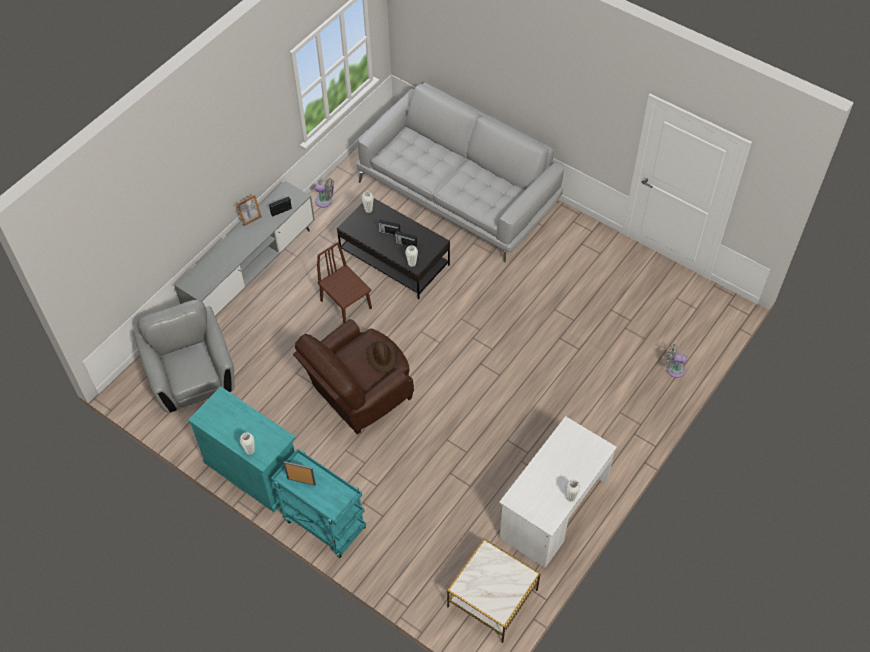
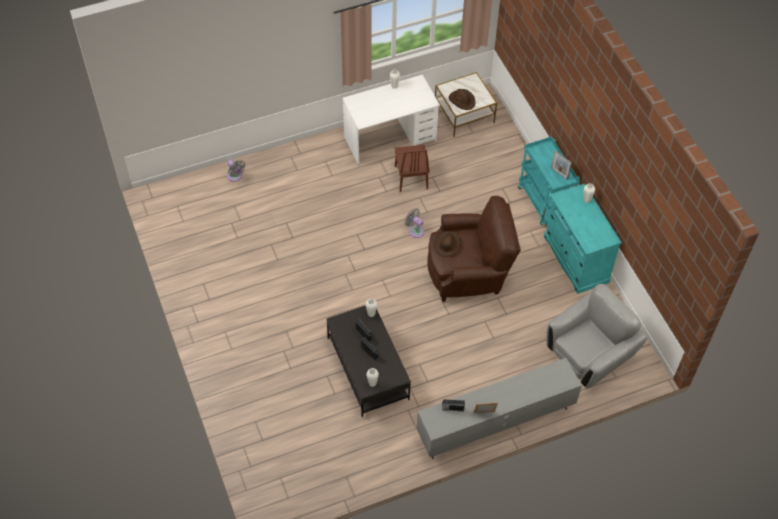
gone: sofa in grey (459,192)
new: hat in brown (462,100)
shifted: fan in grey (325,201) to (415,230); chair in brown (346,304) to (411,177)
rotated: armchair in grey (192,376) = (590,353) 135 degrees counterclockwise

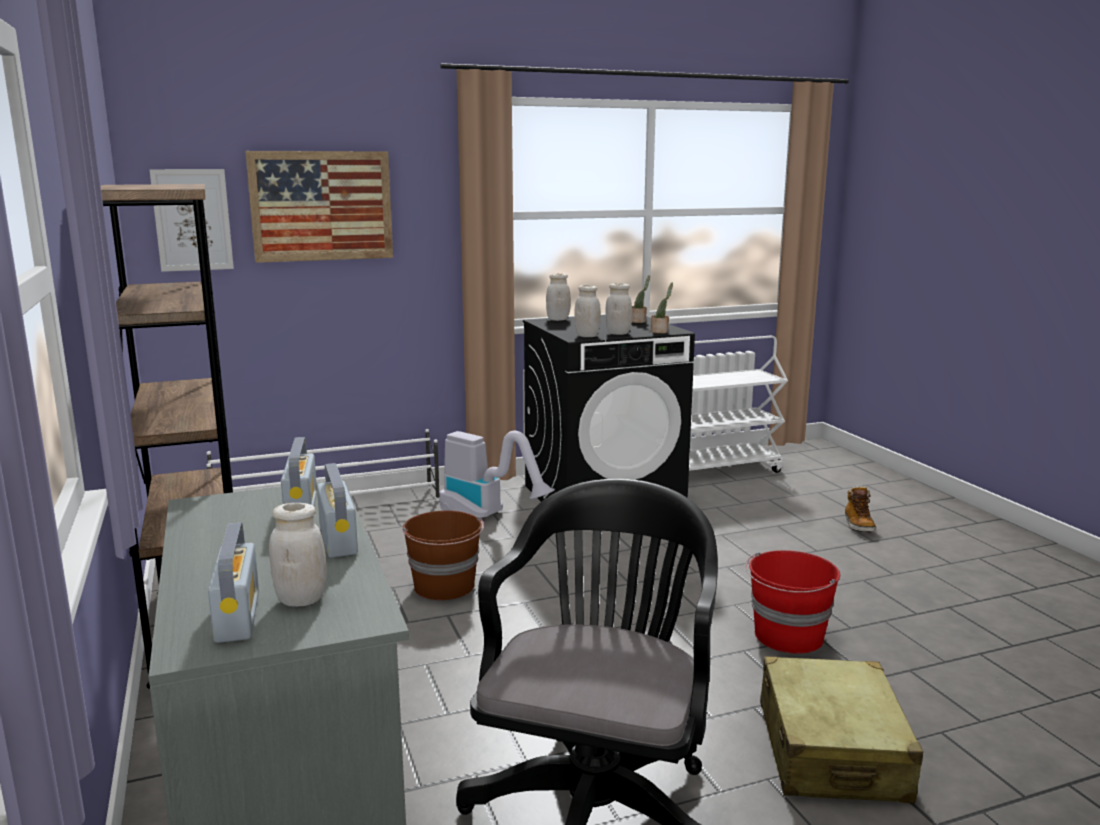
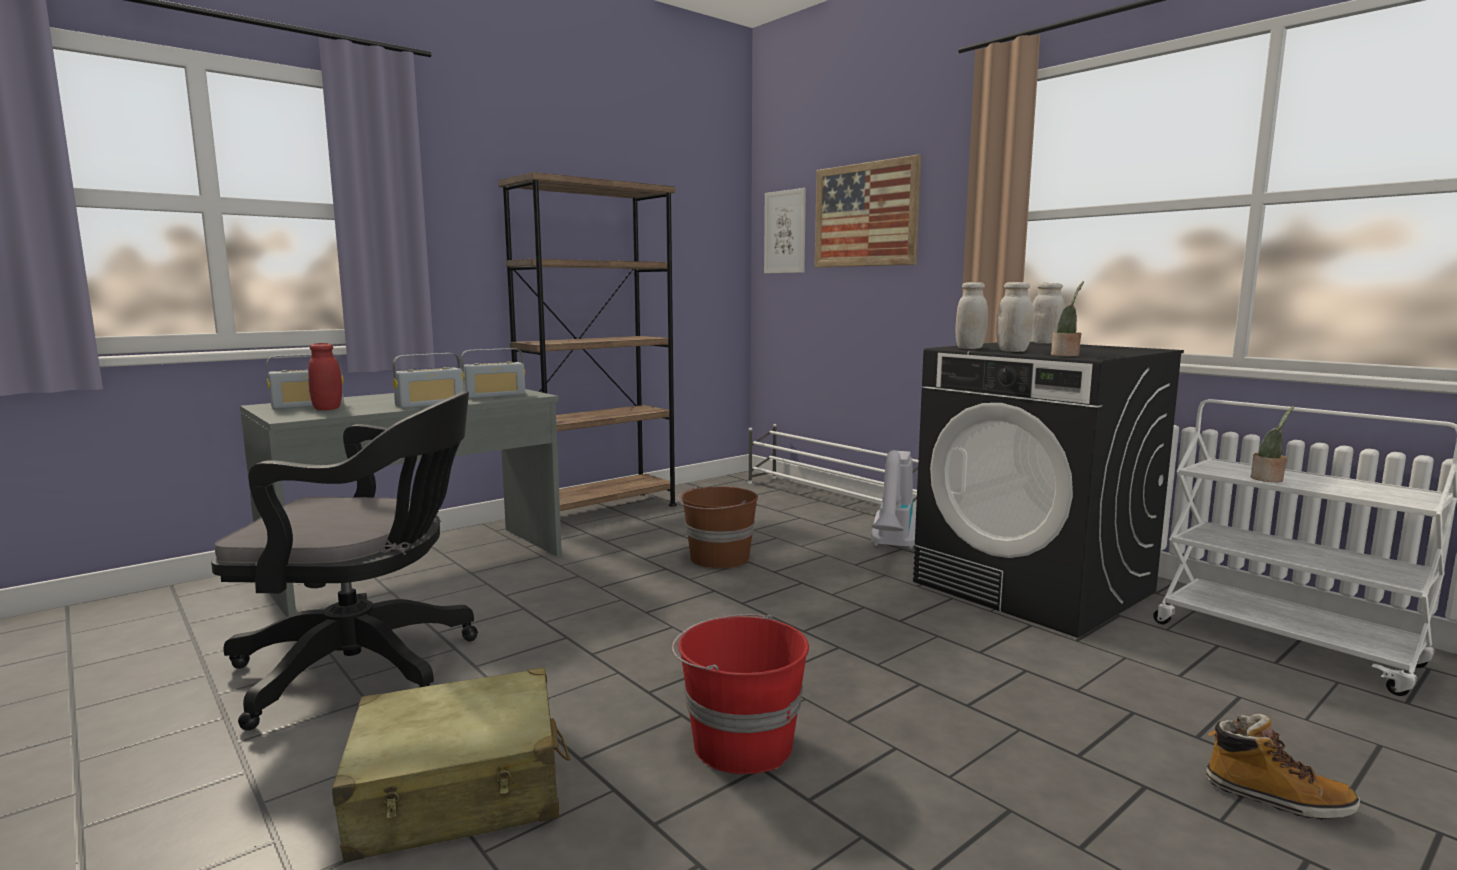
shifted: potted plant (639,321) to (1268,479)
repainted: jar in white (301,599) to jar in red (327,409)
rotated: boot (858,525) = (1276,799) 135 degrees counterclockwise

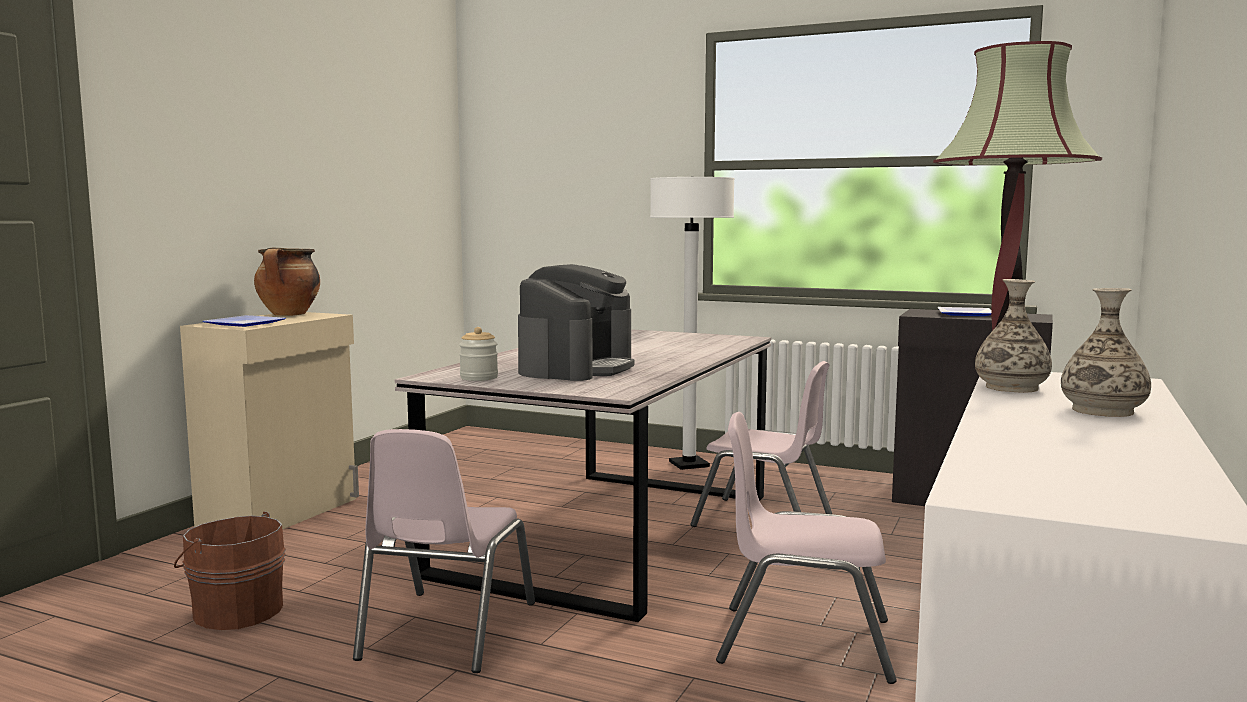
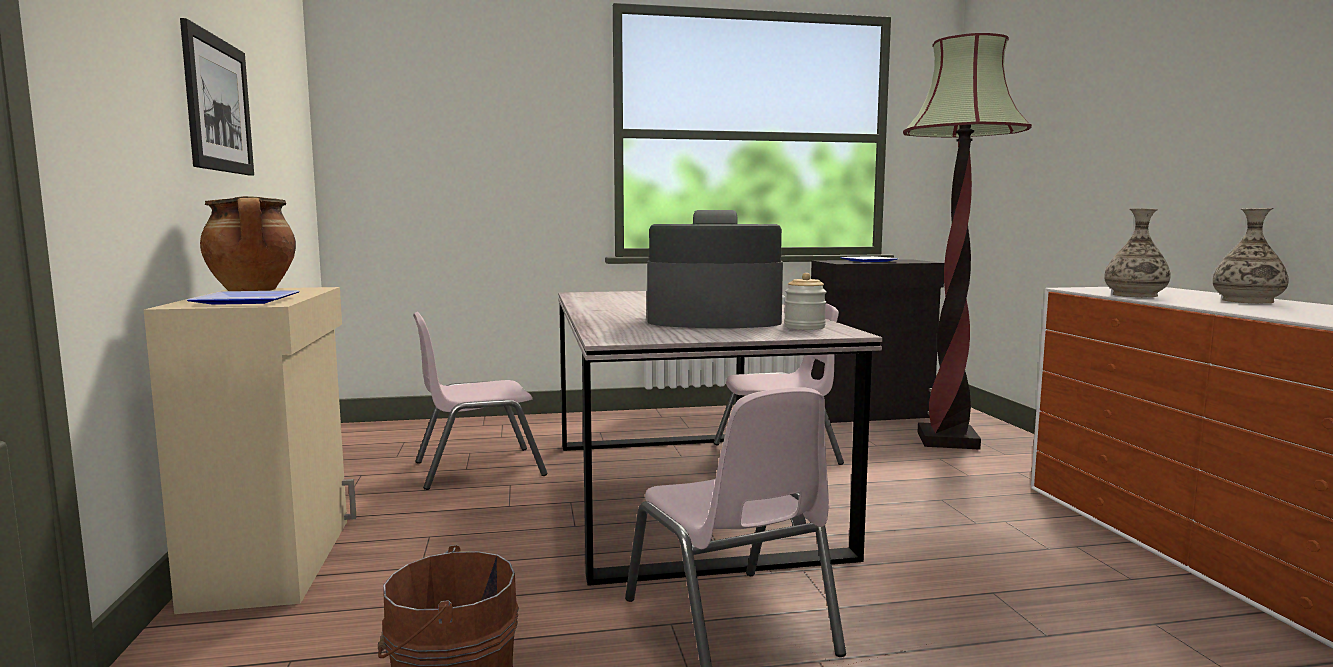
gone: floor lamp in white (689,465)
new: picture (218,105)
shifted: jar (479,378) to (804,327); chair in pink (804,642) to (478,468)
rotated: coffee machine (577,368) = (713,320) 75 degrees counterclockwise

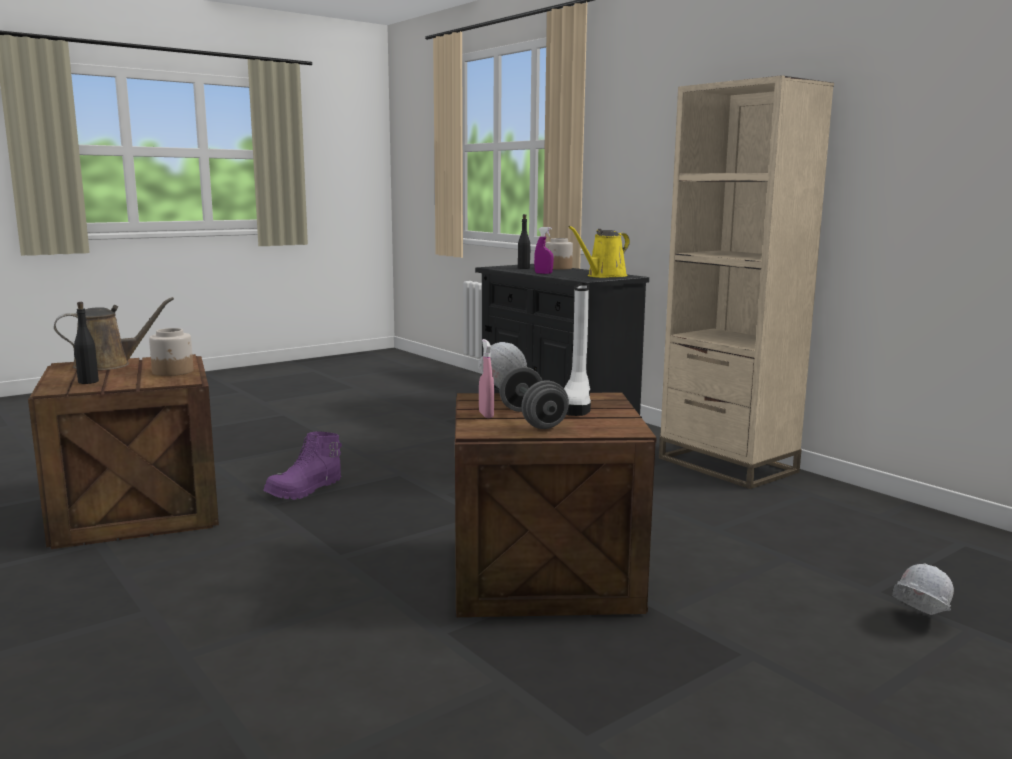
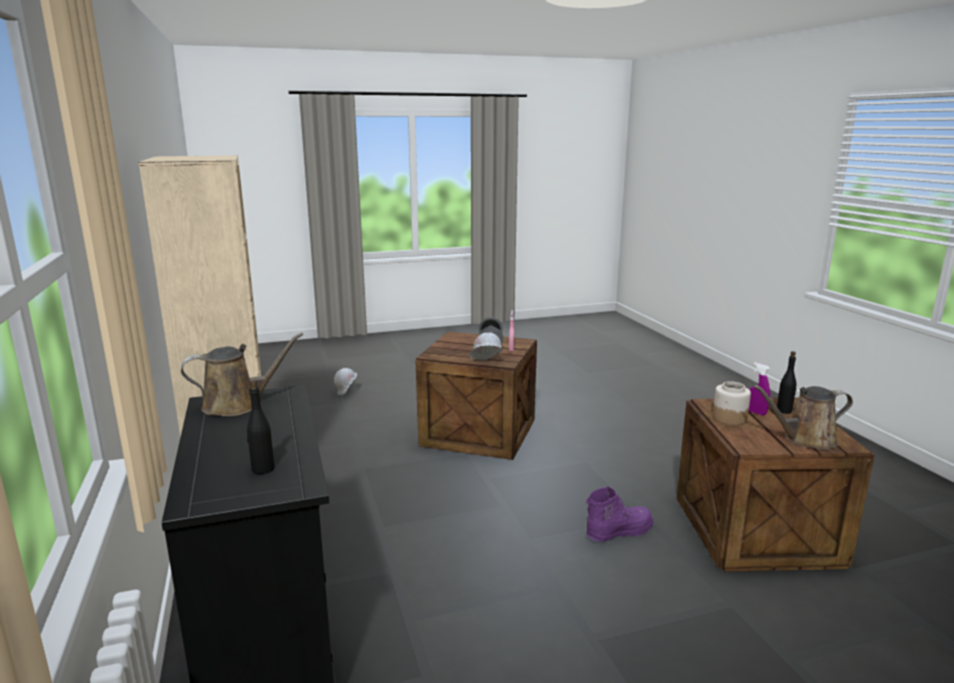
gone: jar (558,268); boot in white (577,405)
shifted: spray bottle in purple (543,273) to (755,412)
repainted: watering can in yellow (604,276) to watering can in brown (237,405)

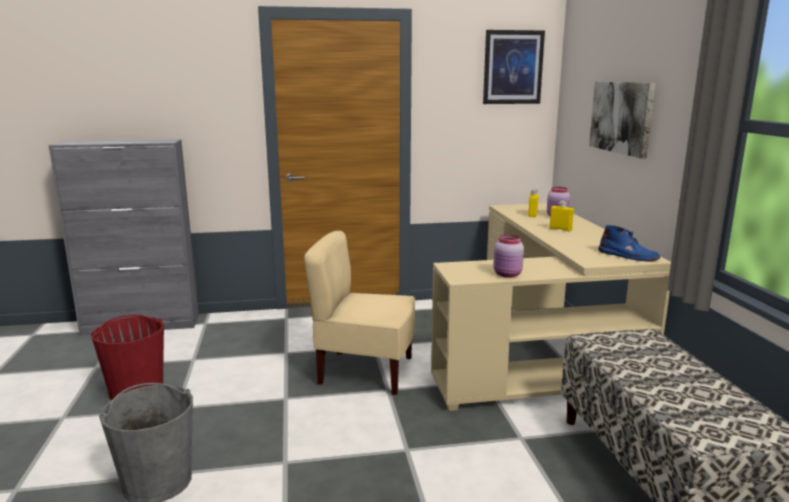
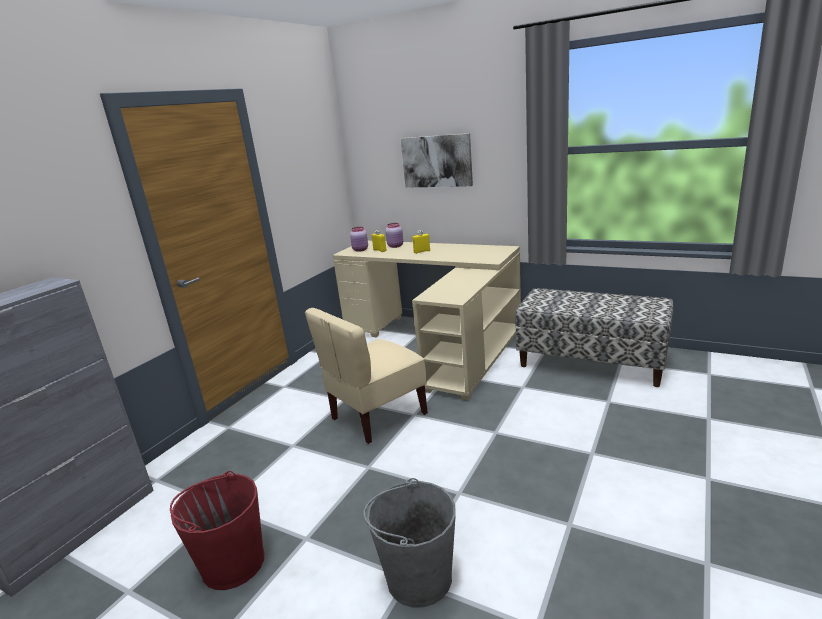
gone: picture (513,67); boot in blue (628,256)
shifted: jar in pink (507,275) to (361,250)

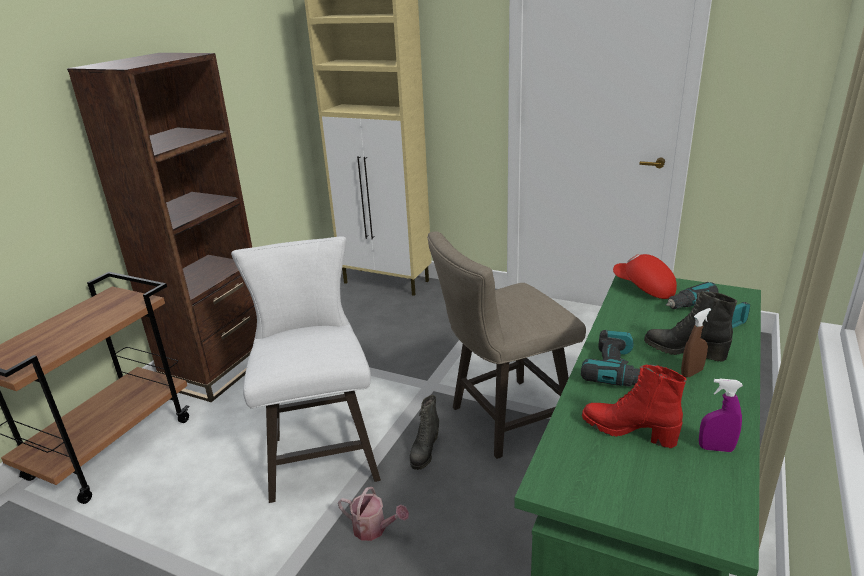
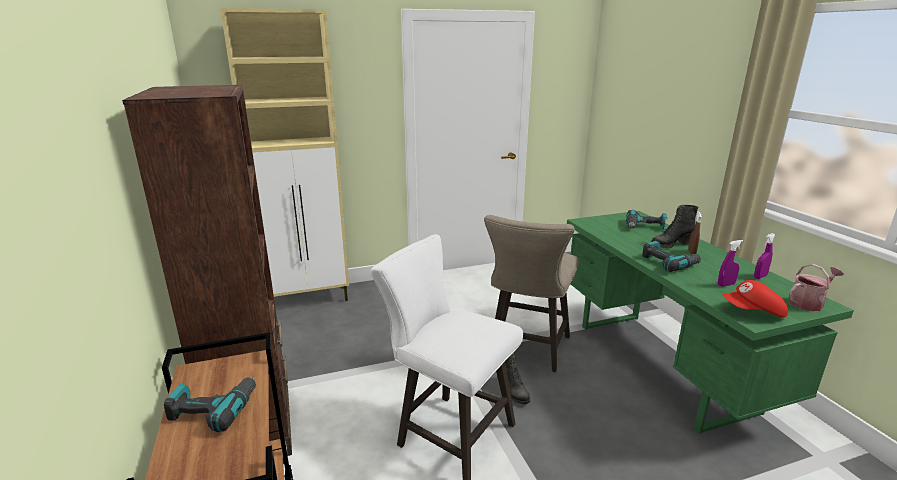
new: power drill (214,409)
shifted: watering can (374,529) to (808,303); cap in red (643,288) to (753,312)
swapped: boot in red (628,431) to spray bottle in purple (726,285)

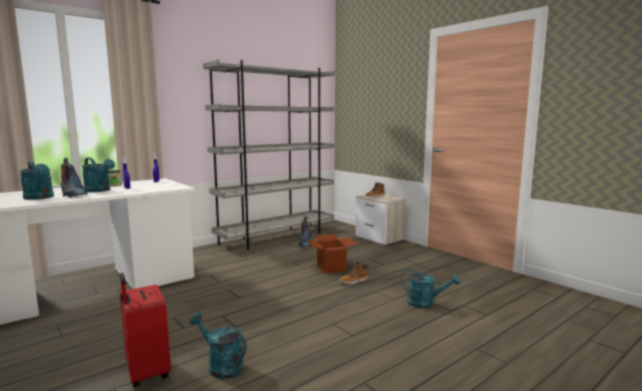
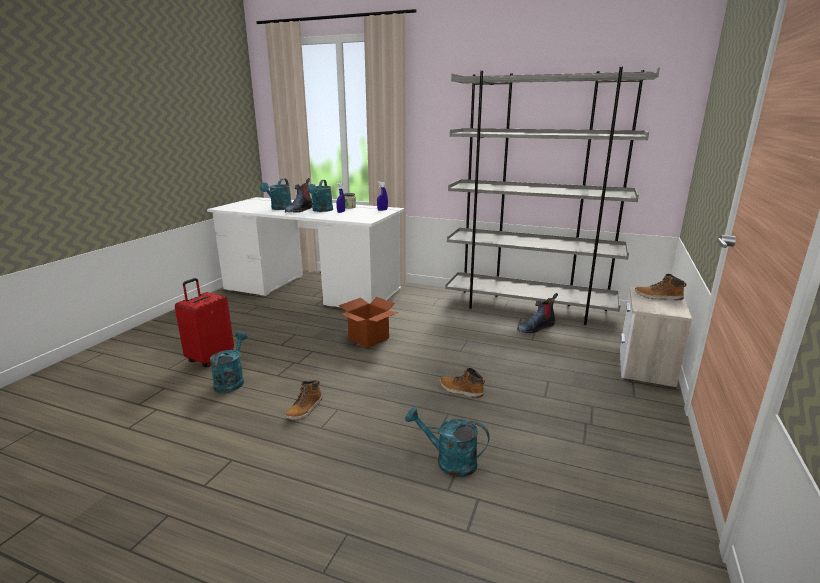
new: boot (305,409)
shifted: cardboard box (331,268) to (369,339)
rotated: watering can in turquoise (425,303) = (449,461) 120 degrees clockwise

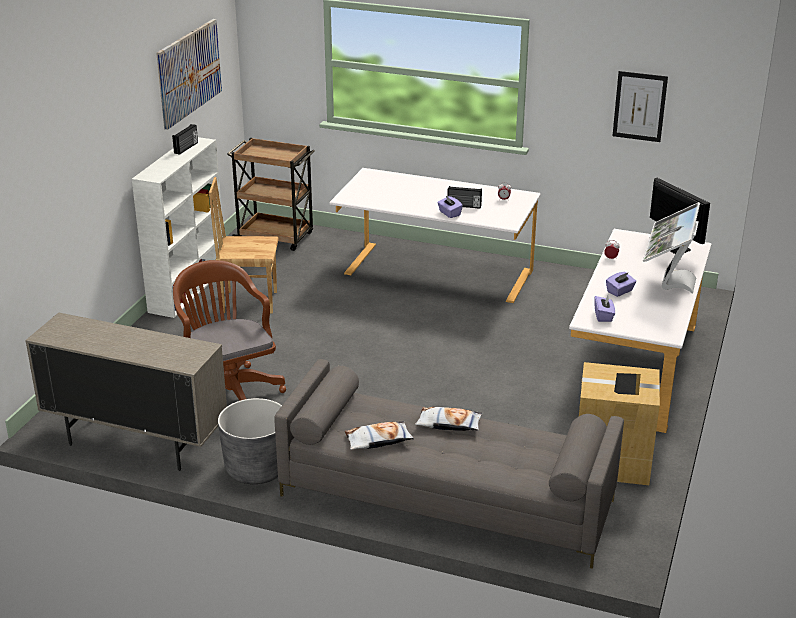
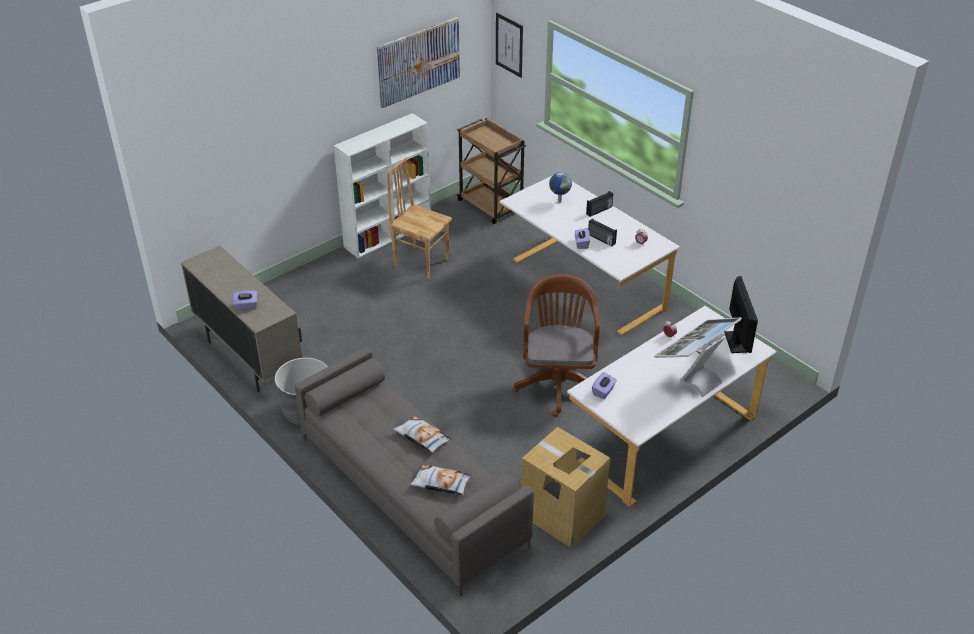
new: globe (559,201)
shifted: radio (186,148) to (599,211); office chair in brown (228,392) to (558,381); pillow (378,440) to (441,483); tissue box in purple (620,291) to (246,306); picture (639,106) to (509,45)

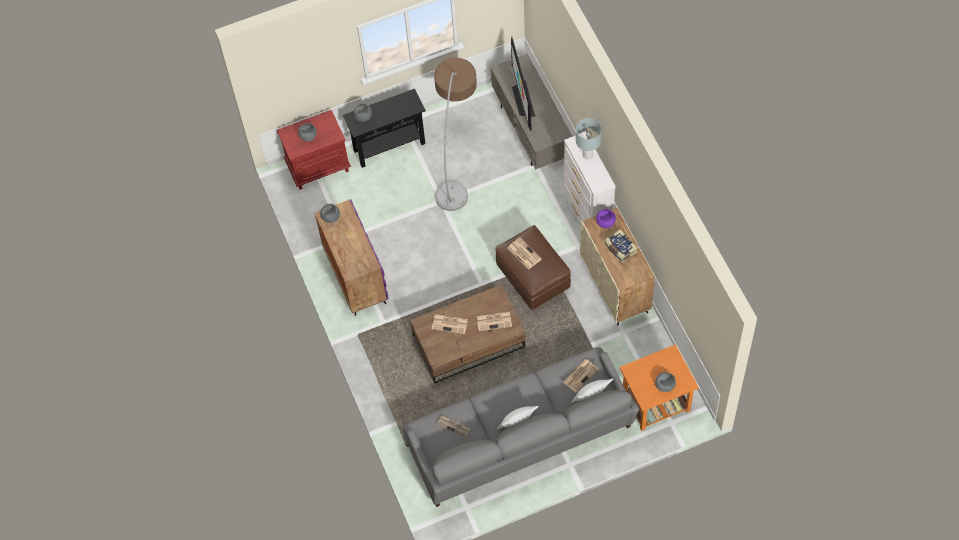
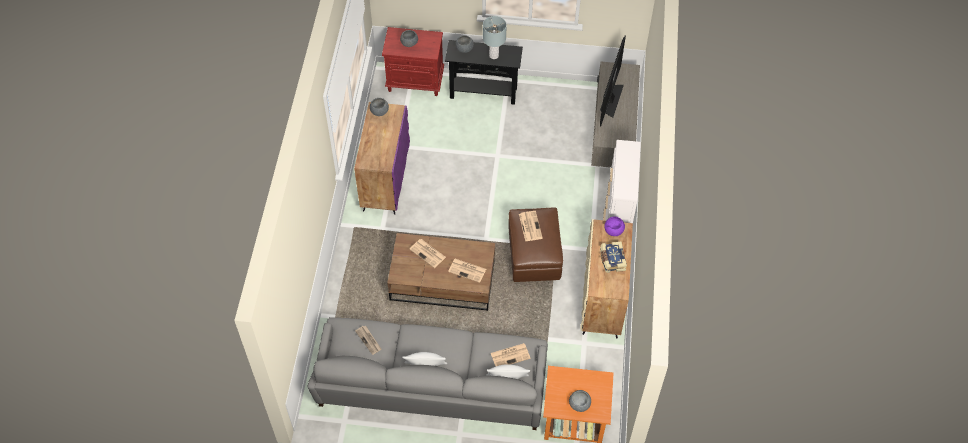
gone: floor lamp (456,158)
shifted: table lamp in grey (588,155) to (494,55)

